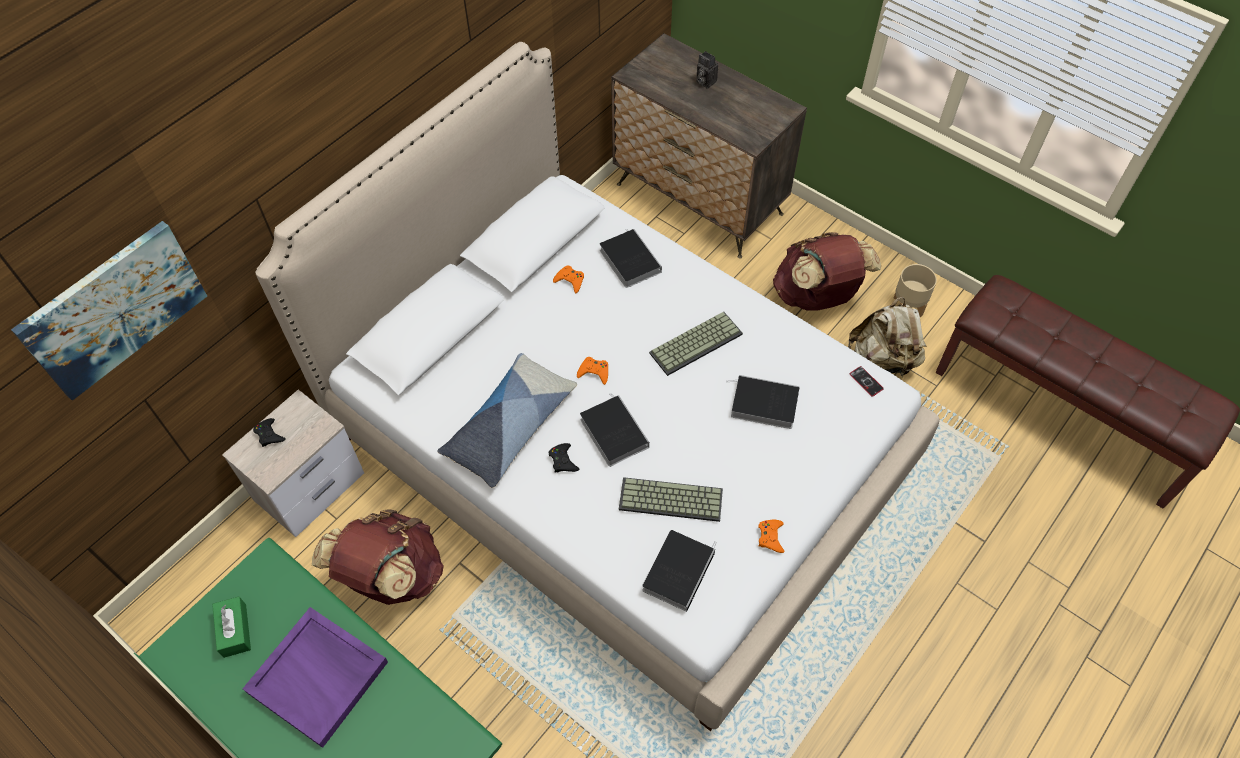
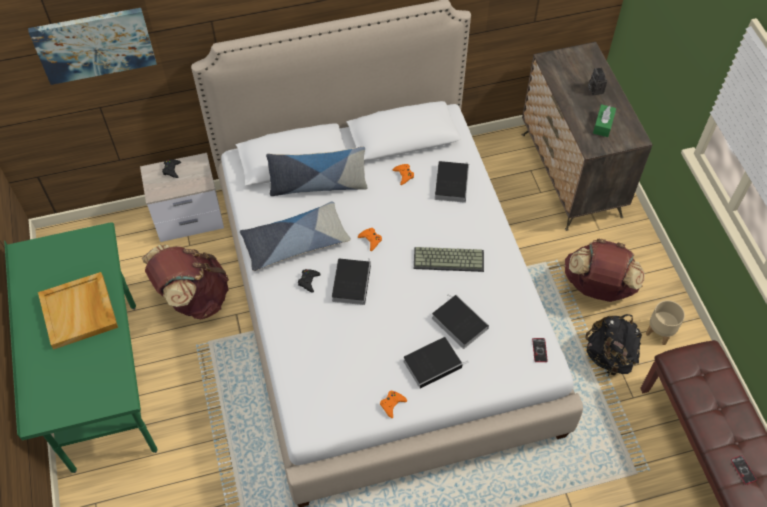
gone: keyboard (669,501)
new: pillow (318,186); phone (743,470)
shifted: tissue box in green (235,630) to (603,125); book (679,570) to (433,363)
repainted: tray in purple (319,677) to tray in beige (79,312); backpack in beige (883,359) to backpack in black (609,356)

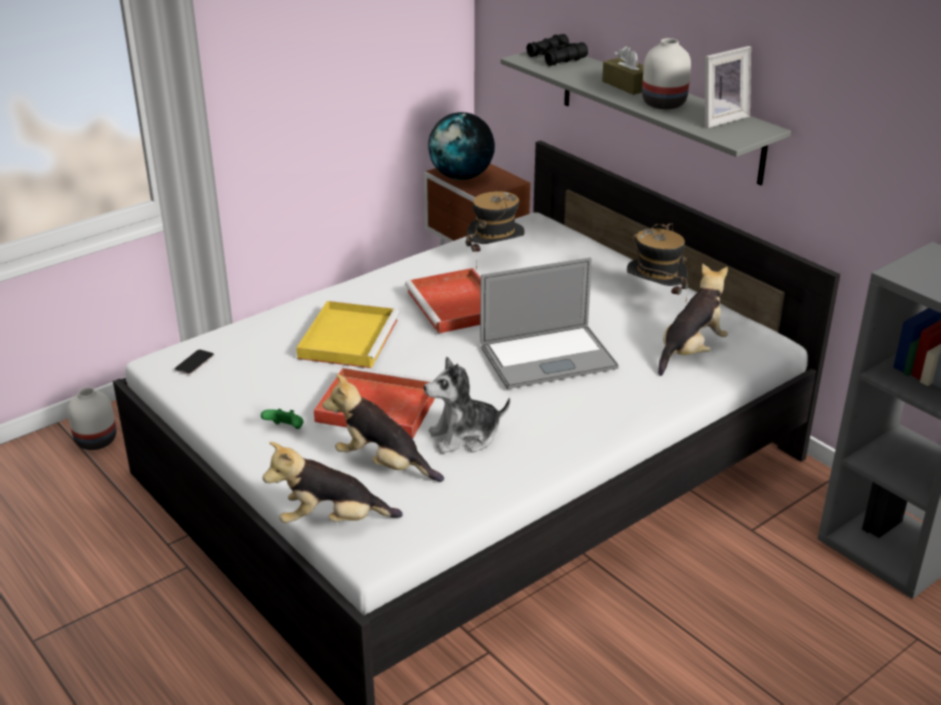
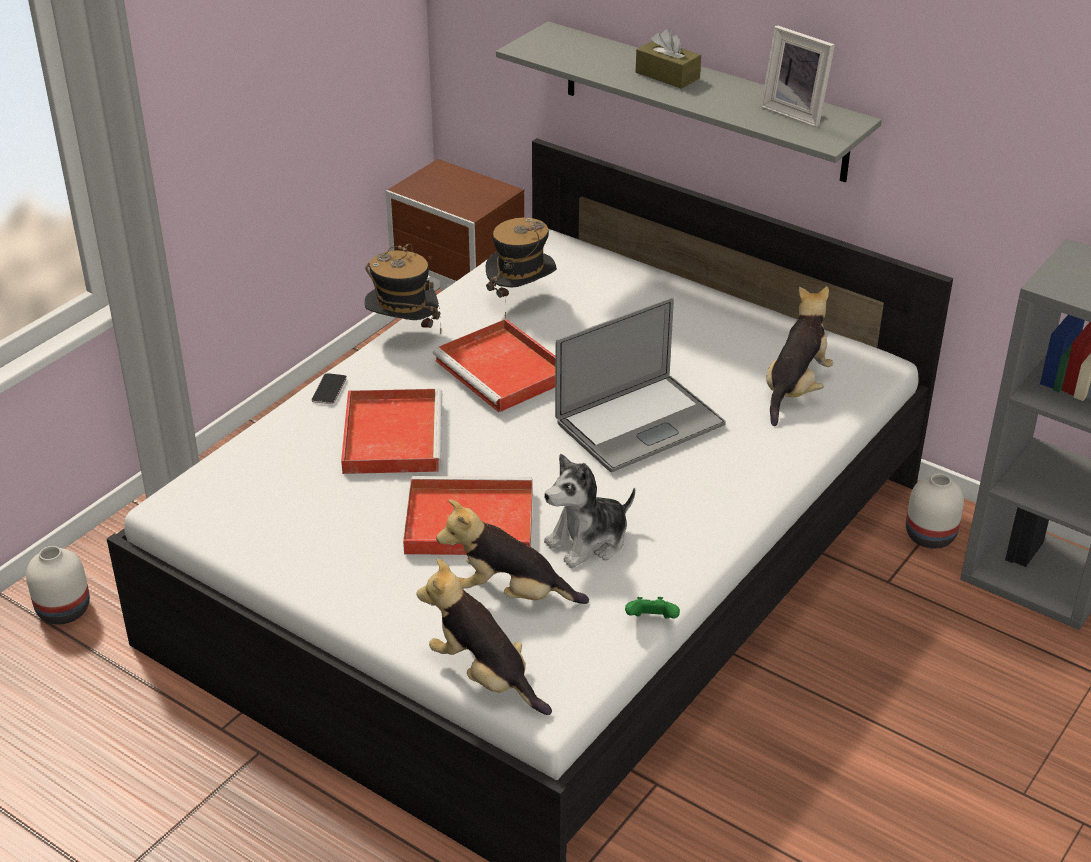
gone: globe (462,176); binoculars in black (556,58)
shifted: phone (194,363) to (329,389); game controller in green (285,429) to (651,621); hat (654,299) to (403,334); vase in white (663,104) to (929,536)
repainted: tray in yellow (348,337) to tray in red (391,434)
rotated: plush toy (332,521) = (484,676) 60 degrees clockwise; picture frame (720,119) = (796,112) 90 degrees clockwise

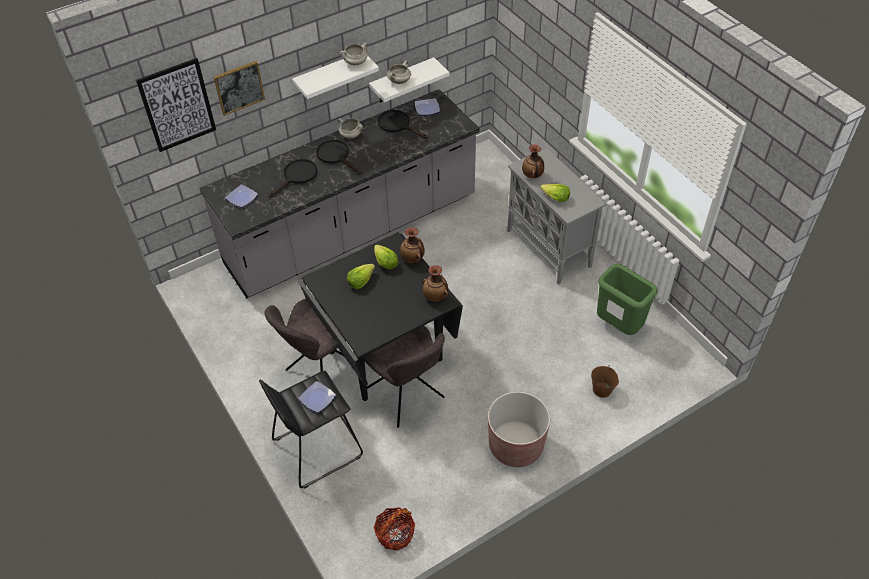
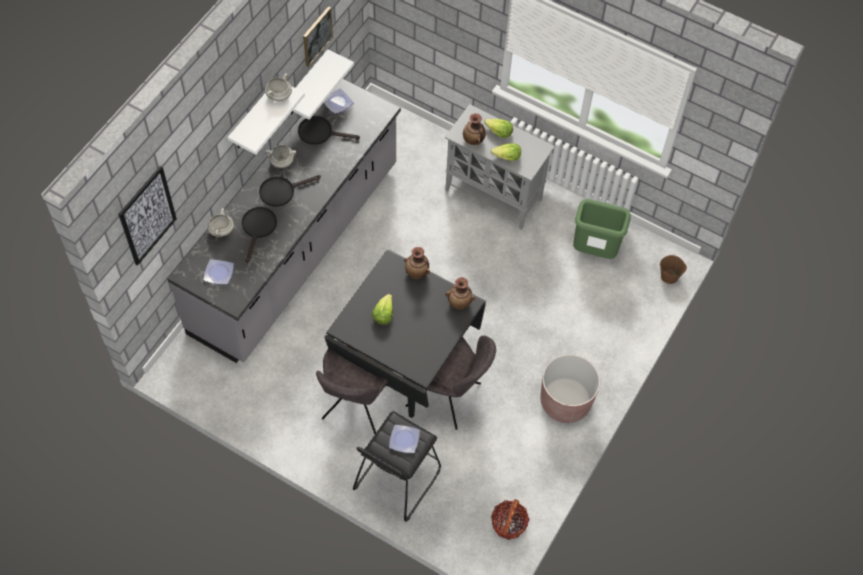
shifted: picture (239,87) to (317,36); lettuce (385,262) to (498,132); cooking pot in white (399,81) to (221,230); bucket in brown (602,390) to (669,276)
rotated: frying pan in black (336,156) = (282,191) 45 degrees counterclockwise

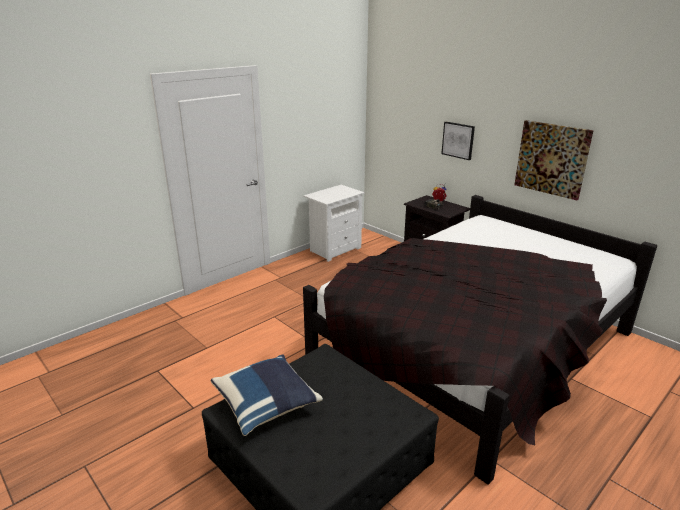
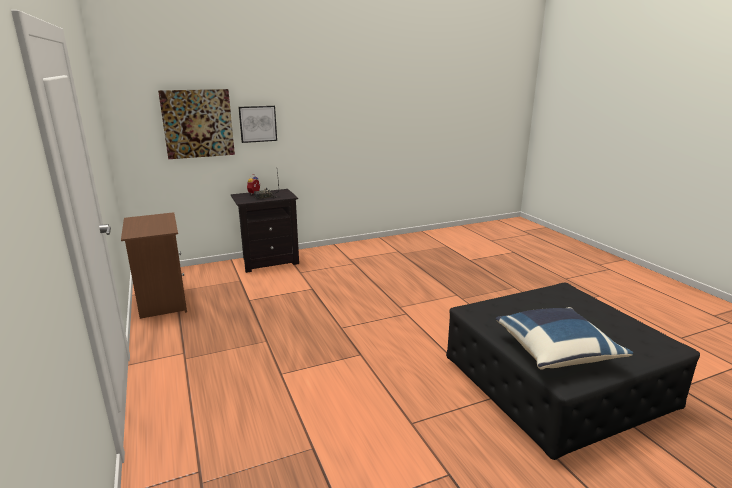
gone: bed in black (474,346)
shifted: picture (552,159) to (198,123)
repainted: nightstand in white (334,249) to nightstand in brown (162,302)

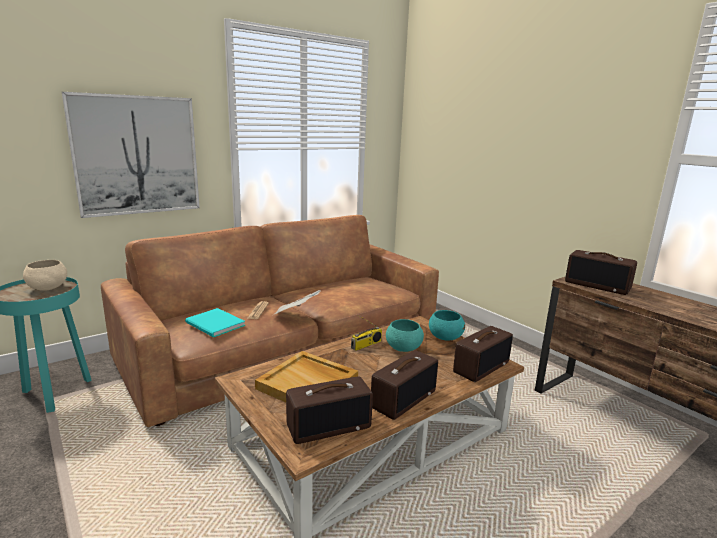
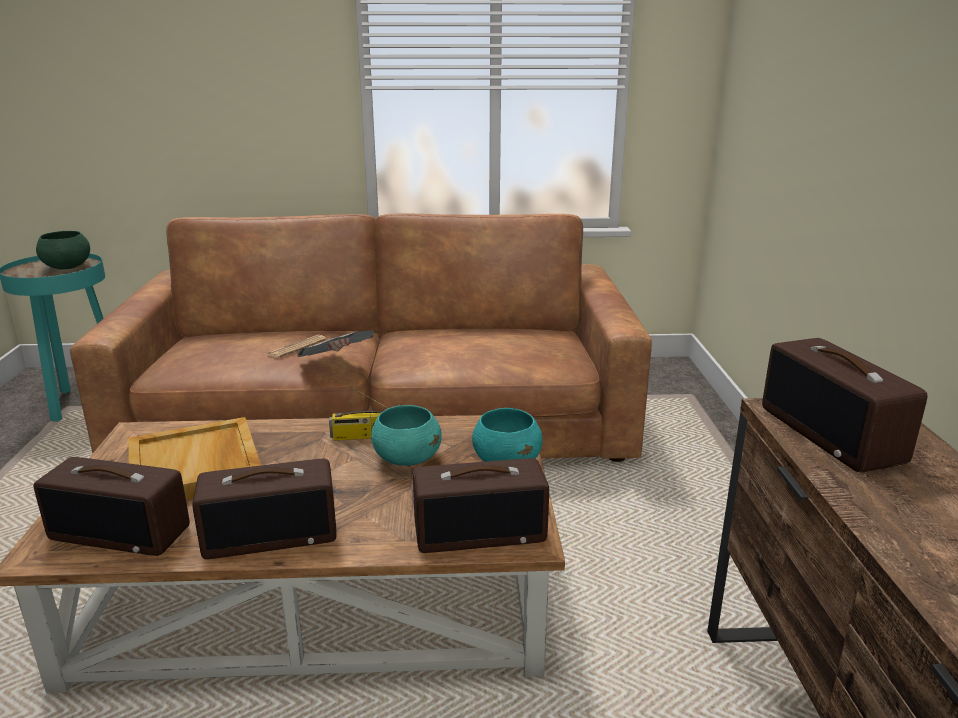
gone: picture (137,155); book in turquoise (215,325)
repainted: bowl in beige (47,288) to bowl in green (67,267)

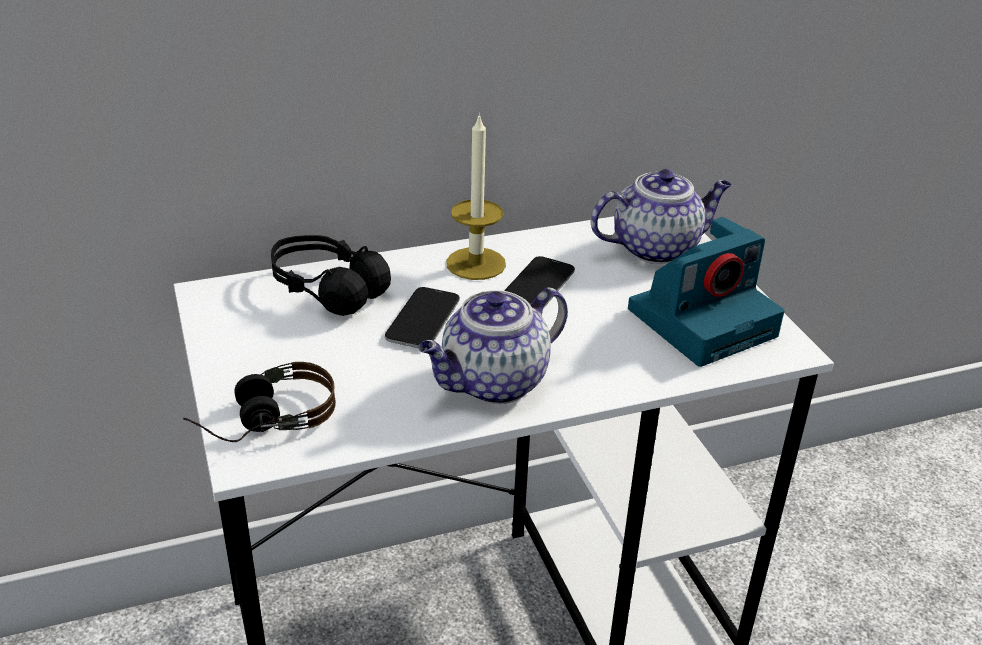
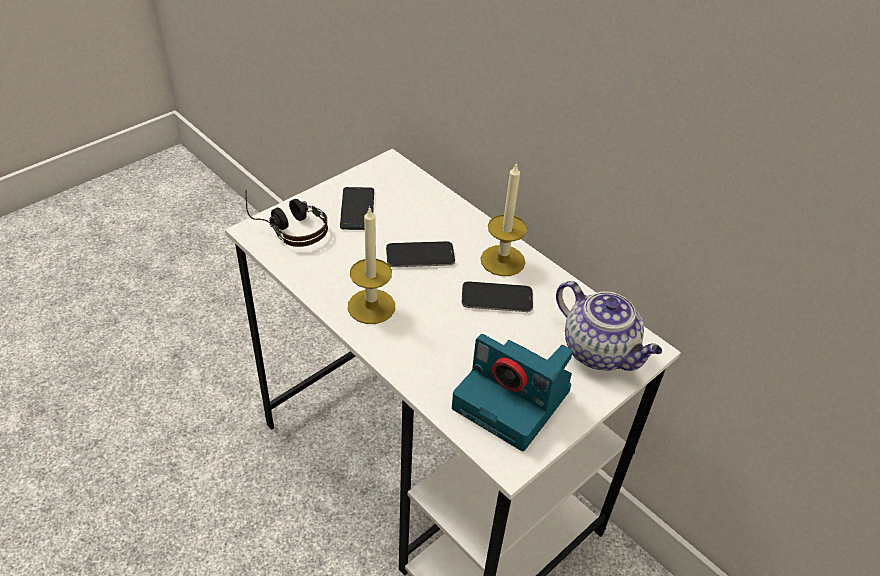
gone: headphones in black (327,289)
new: phone (357,209)
swapped: teapot (493,383) to candle (371,306)

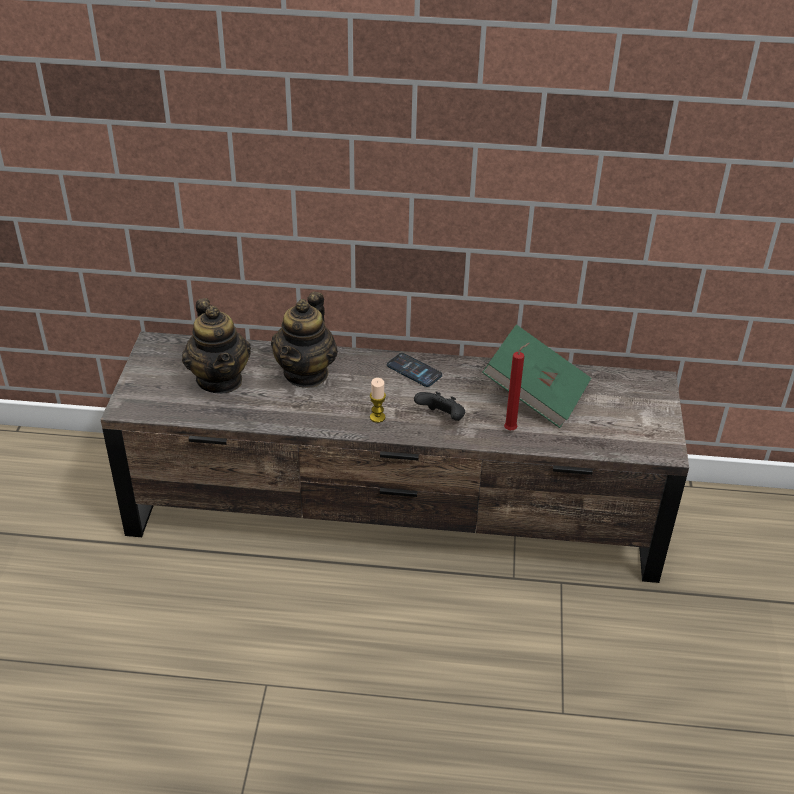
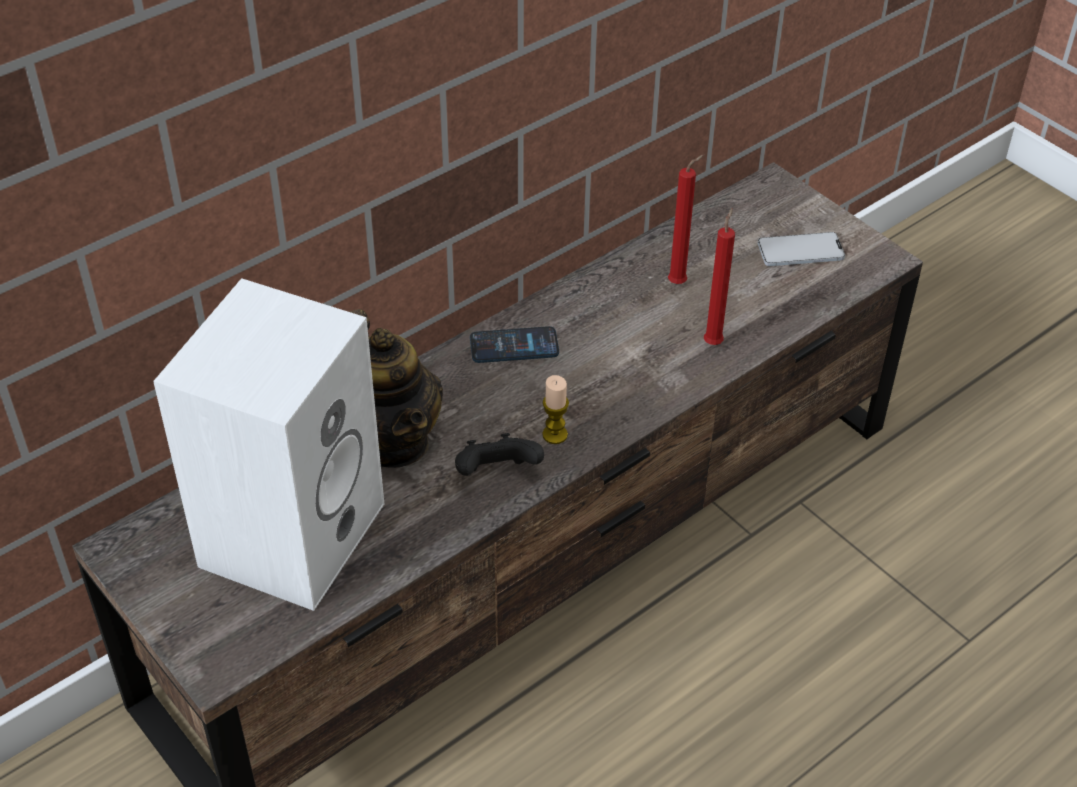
new: phone (800,251)
shifted: game controller in black (441,418) to (497,474)
swapped: teapot (220,379) to speaker in white (291,530); book in green (535,394) to candle in red (680,283)

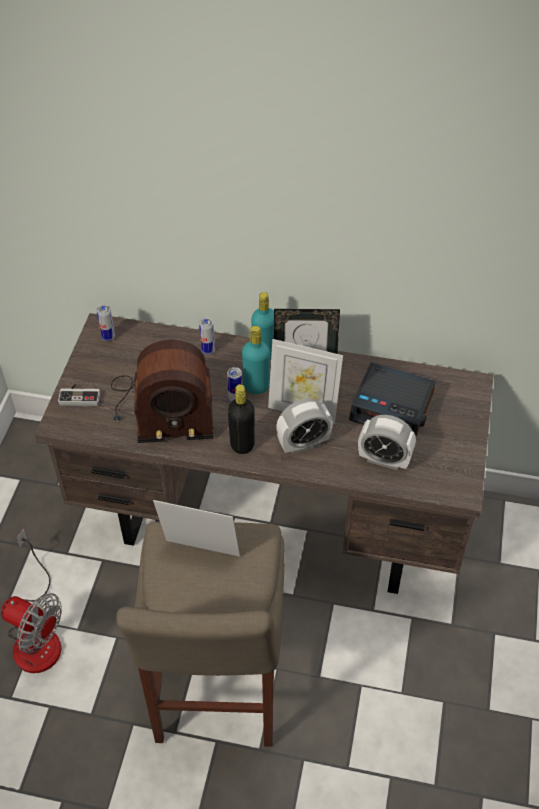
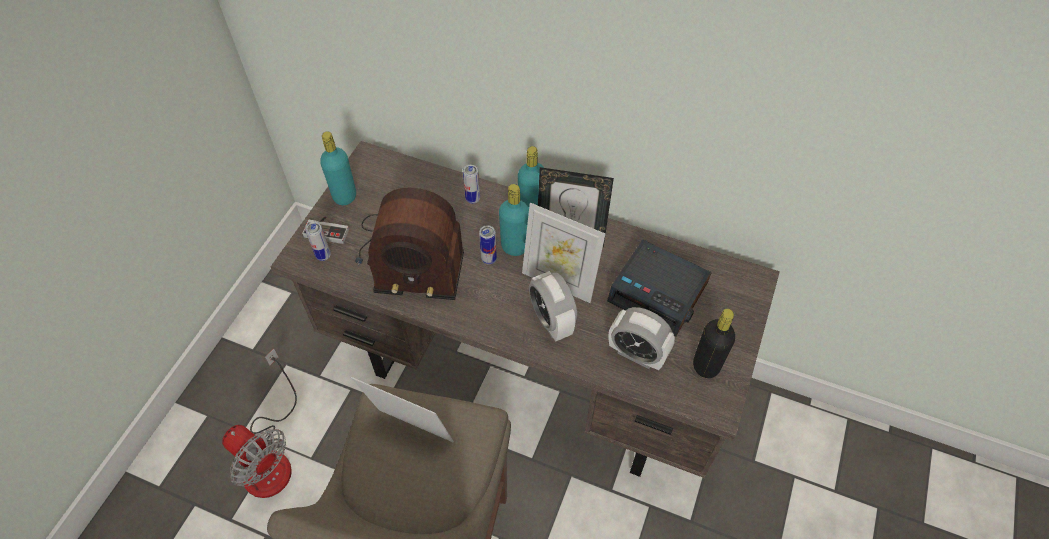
new: bottle in turquoise (344,196)
shifted: can (108,337) to (323,255); bottle in black (242,444) to (706,365)
rotated: alarm clock (303,443) = (551,321) 75 degrees clockwise

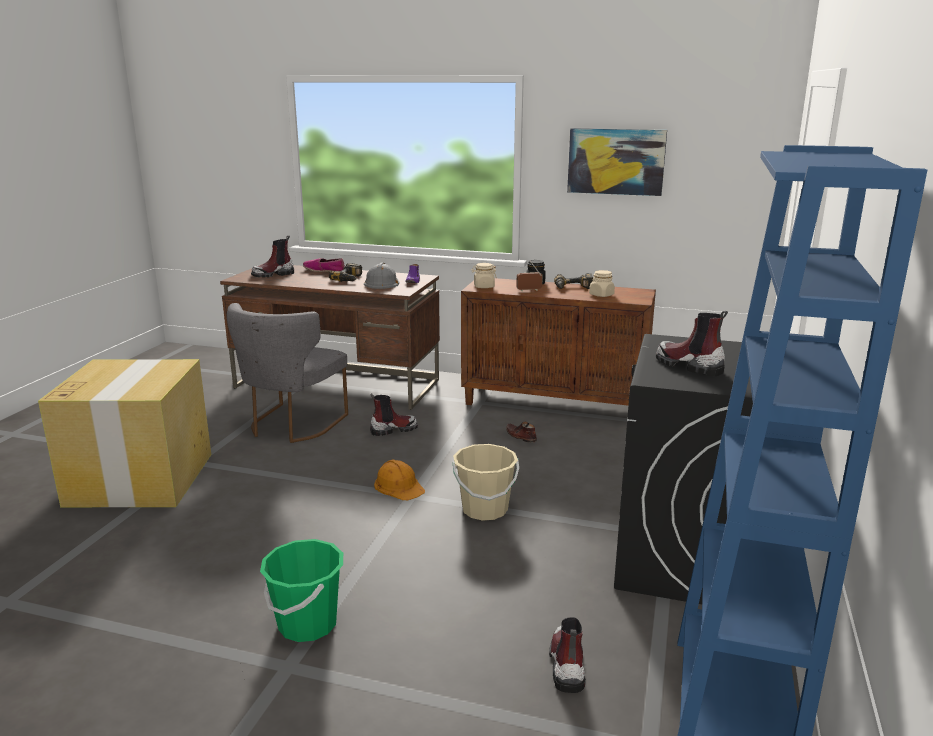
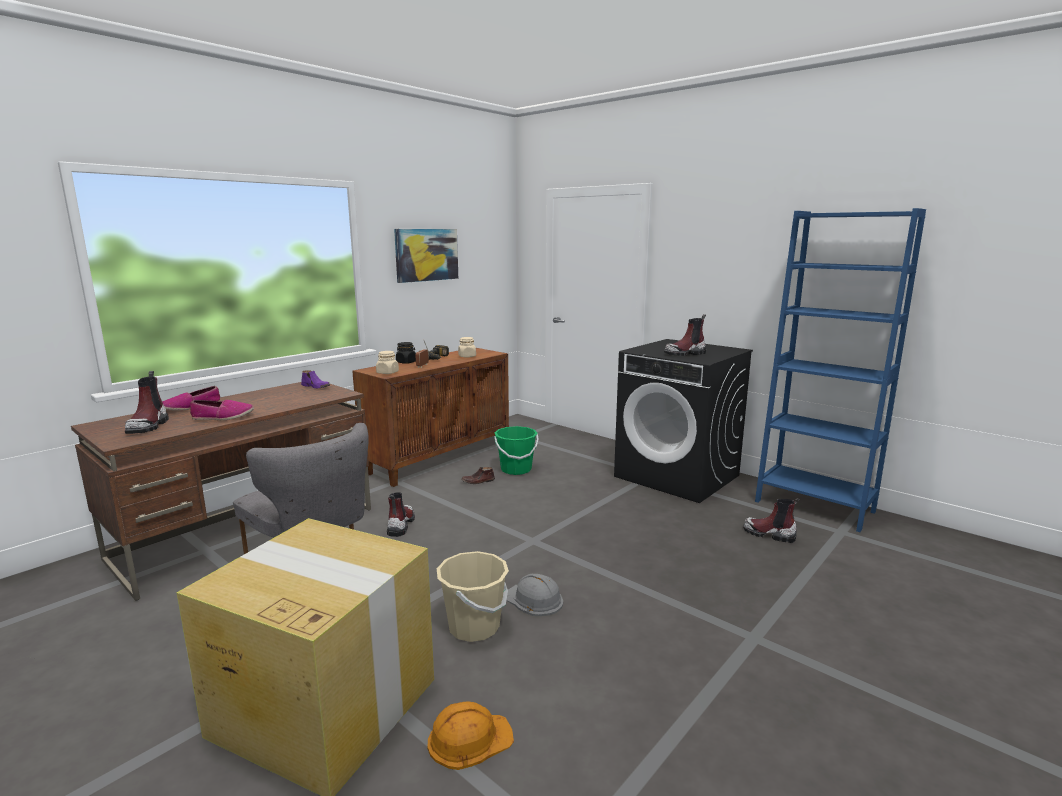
gone: power drill (350,278)
new: shoe (223,417)
shifted: bucket in green (307,624) to (516,469); hard hat in grey (382,283) to (534,600); hard hat in orange (399,486) to (469,739); bucket in beige (484,509) to (474,626)

